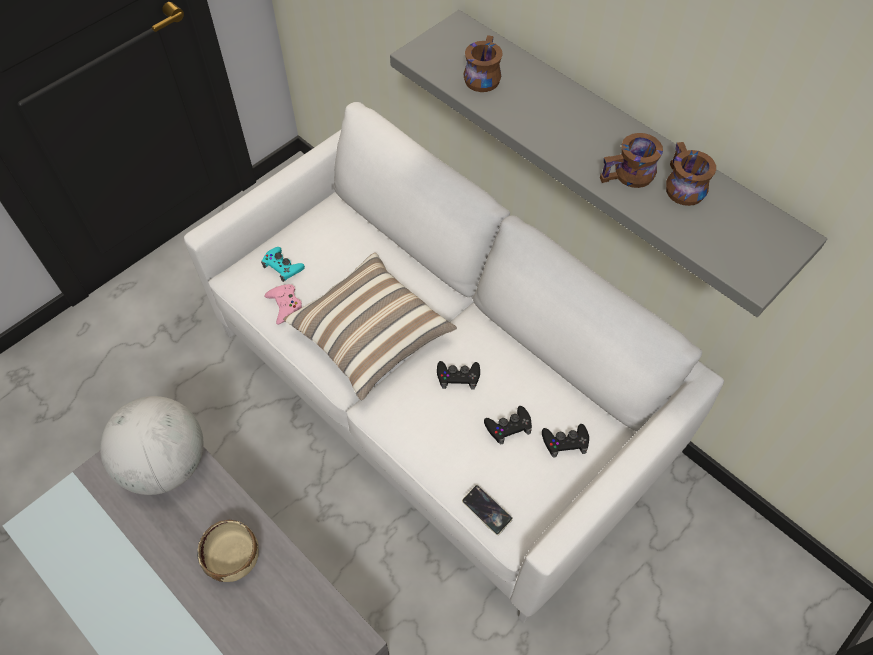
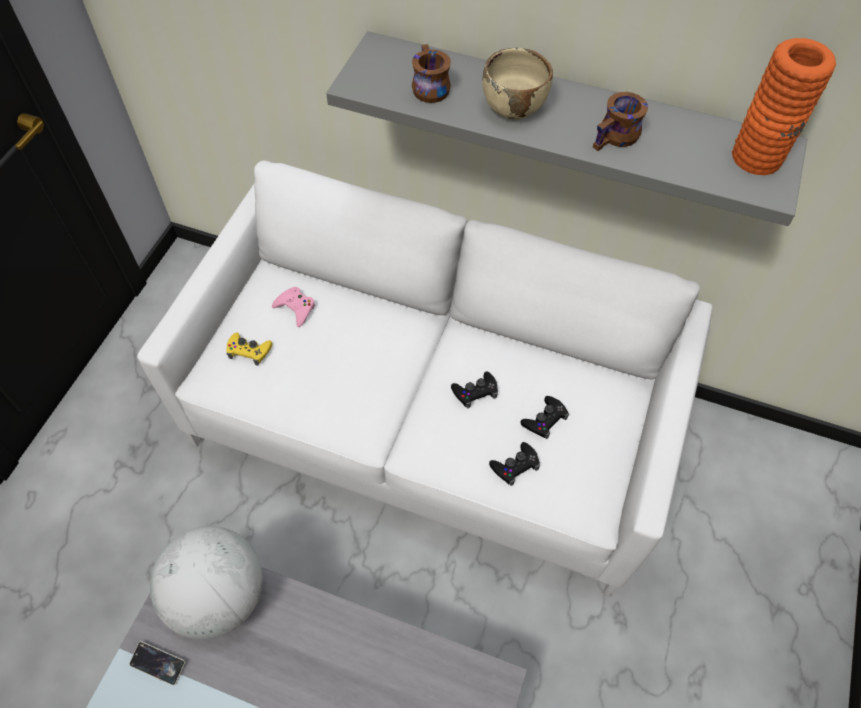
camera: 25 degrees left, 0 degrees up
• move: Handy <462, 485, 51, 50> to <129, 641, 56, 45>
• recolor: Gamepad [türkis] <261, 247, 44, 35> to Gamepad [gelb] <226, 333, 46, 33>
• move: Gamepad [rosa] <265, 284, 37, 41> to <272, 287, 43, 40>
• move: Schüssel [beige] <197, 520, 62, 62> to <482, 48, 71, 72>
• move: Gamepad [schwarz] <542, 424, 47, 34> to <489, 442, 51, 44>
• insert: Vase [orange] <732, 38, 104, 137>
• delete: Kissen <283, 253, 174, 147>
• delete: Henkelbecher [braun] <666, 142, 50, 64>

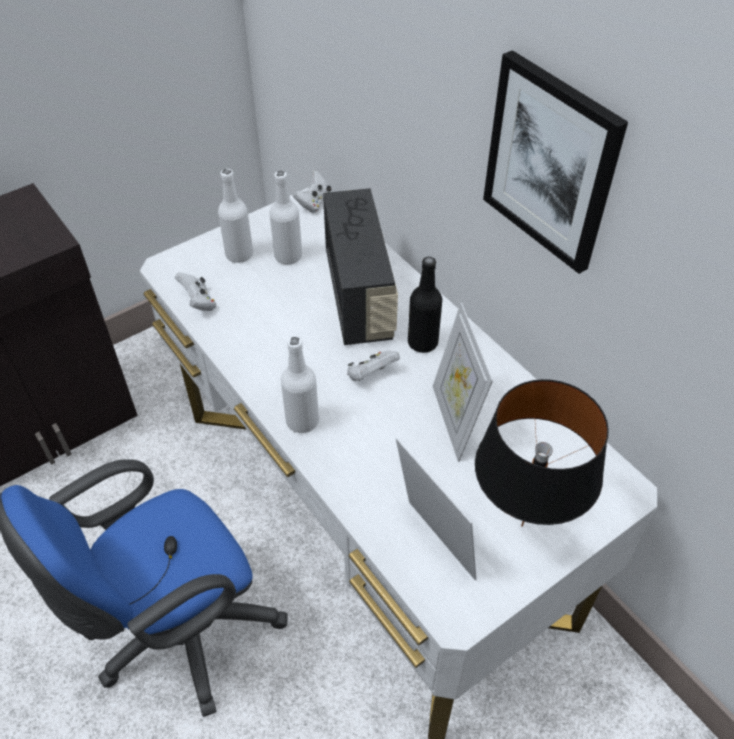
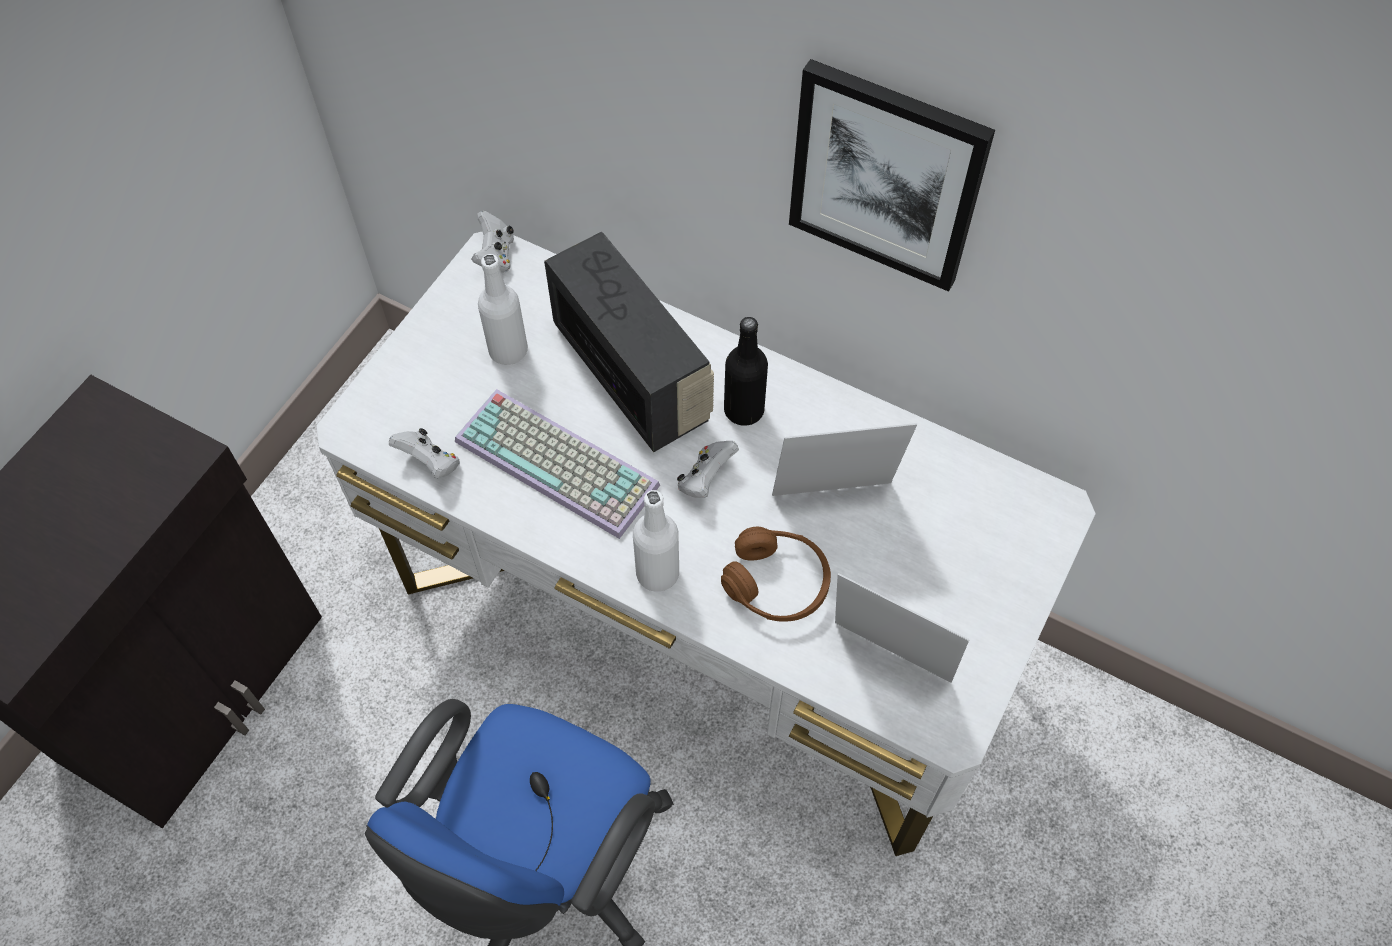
camera: 25 degrees left, 10 degrees up
• insert: Tastatur <455, 389, 205, 150>
• insert: Kopfhörer [braun] <721, 527, 110, 95>
• rotate: Bilderrahmen <433, 303, 60, 159> = <772, 423, 145, 73> 120 degrees clockwise
• delete: Flasche [weiß] <218, 169, 35, 94>
• delete: Tischlampe [schwarz] <475, 379, 134, 148>

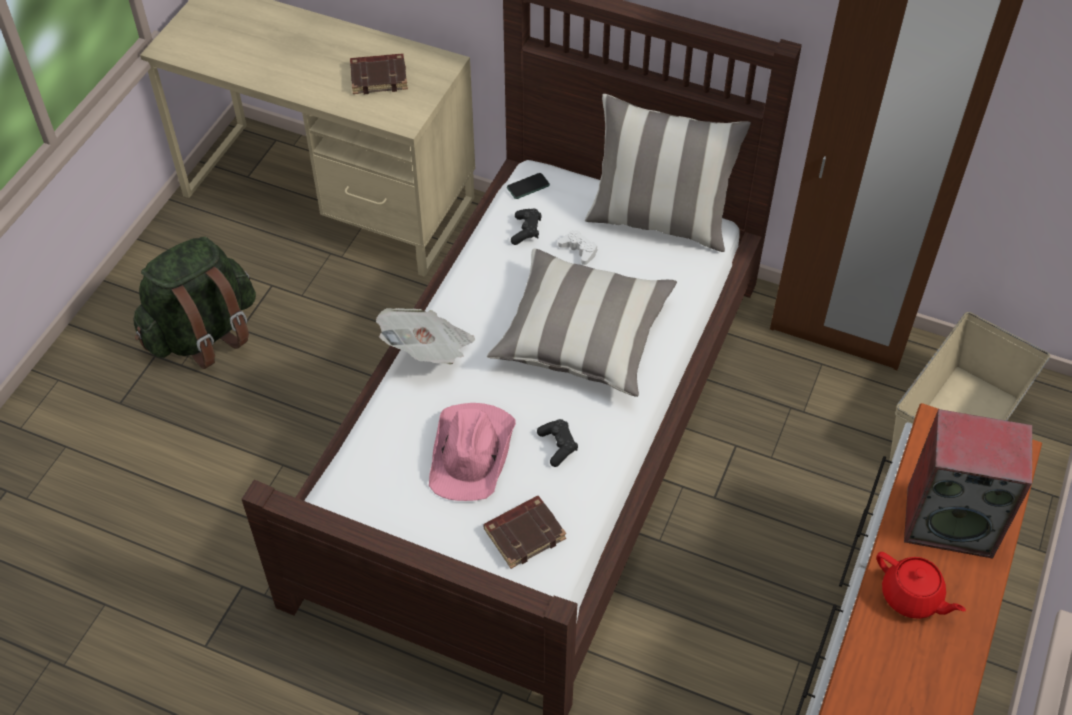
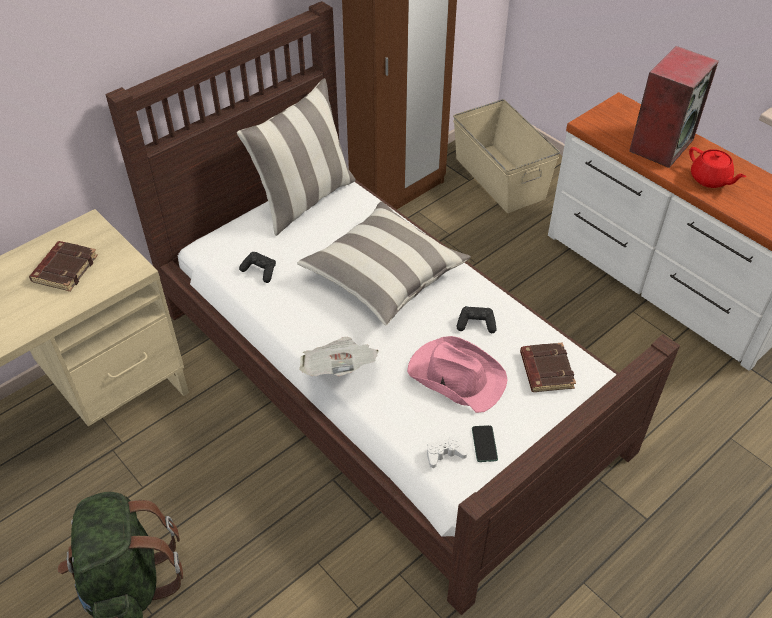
camera: 65 degrees left, 5 degrees down
• move: Gamepad [weiß] <558, 230, 39, 35> to <427, 435, 40, 33>
• move: Handy <507, 173, 43, 26> to <472, 425, 26, 37>
• rotate: Teekanne [rot] <876, 552, 90, 67> = <689, 147, 57, 41> 75 degrees clockwise

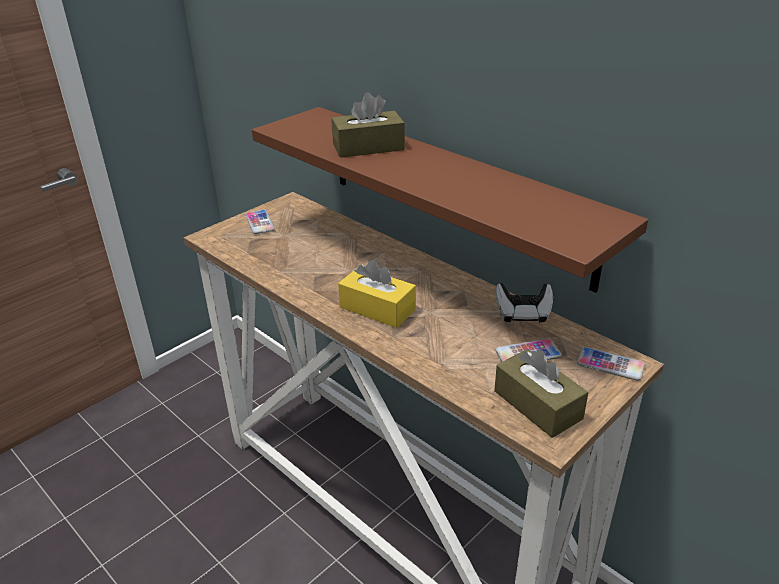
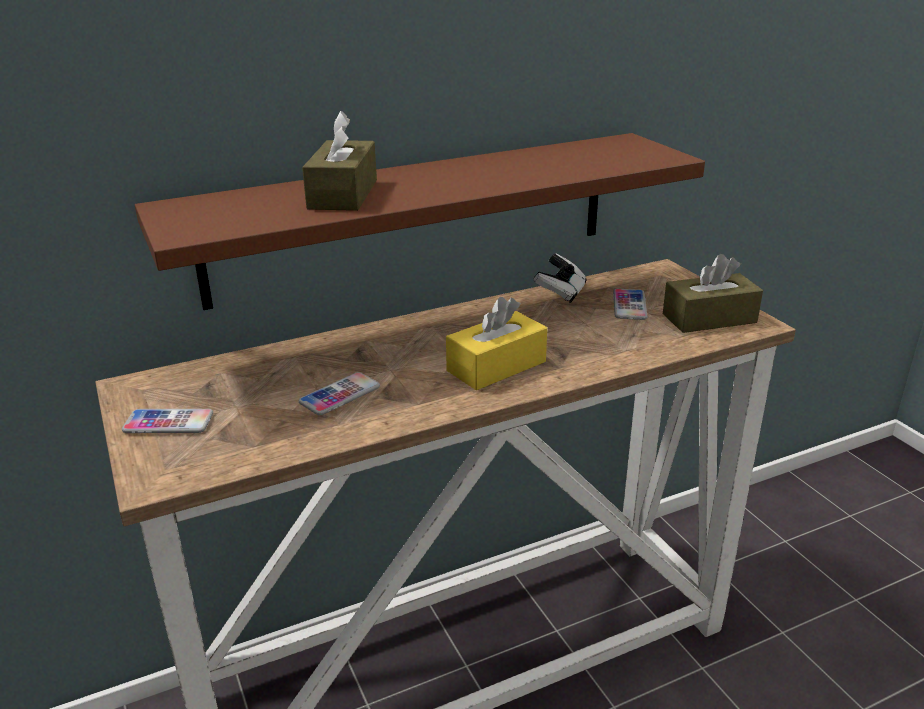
camera: 70 degrees left, 5 degrees down
• move: Handy <577, 347, 68, 34> to <299, 372, 81, 43>

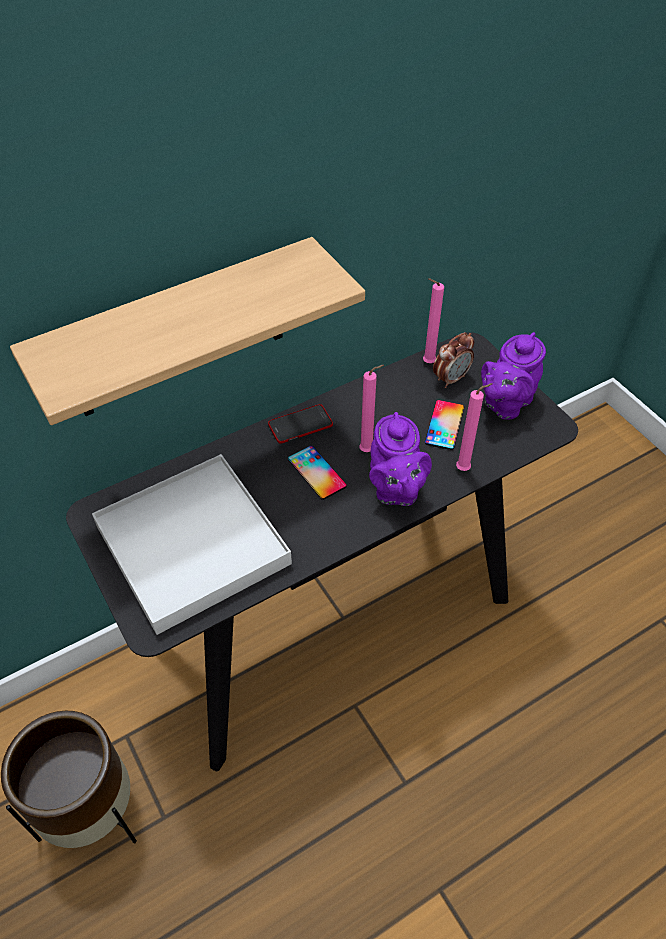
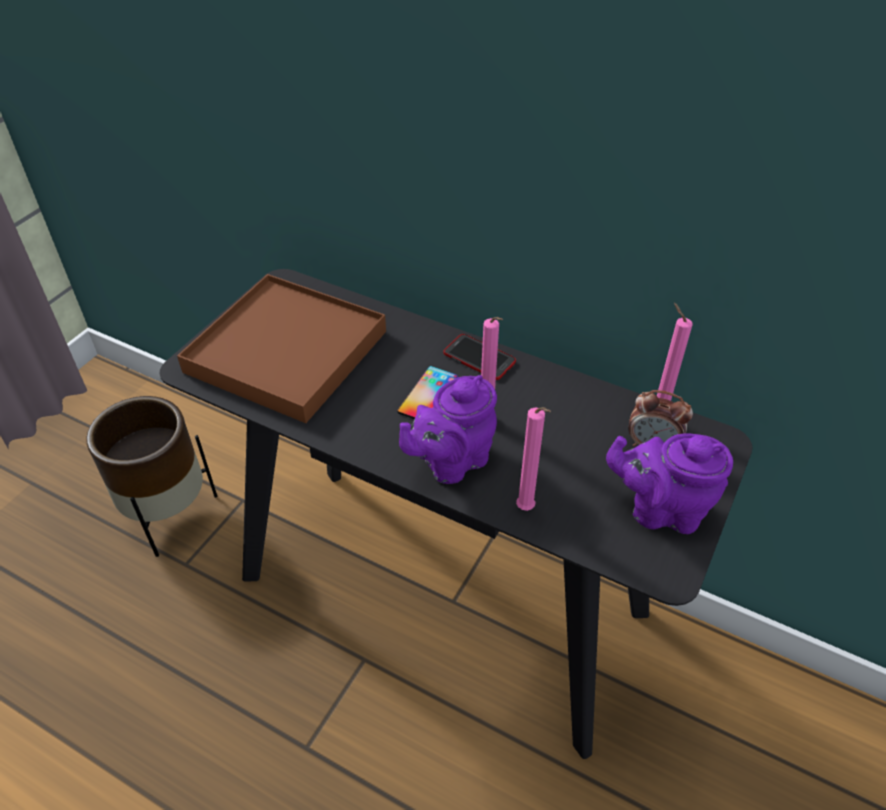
camera: 60 degrees right, 5 degrees down
• recolor: Tablett [weiß] <92, 454, 200, 181> to Tablett [braun] <177, 274, 209, 149>
• delete: Wandregal <10, 237, 355, 188>
• delete: Handy <425, 400, 39, 50>

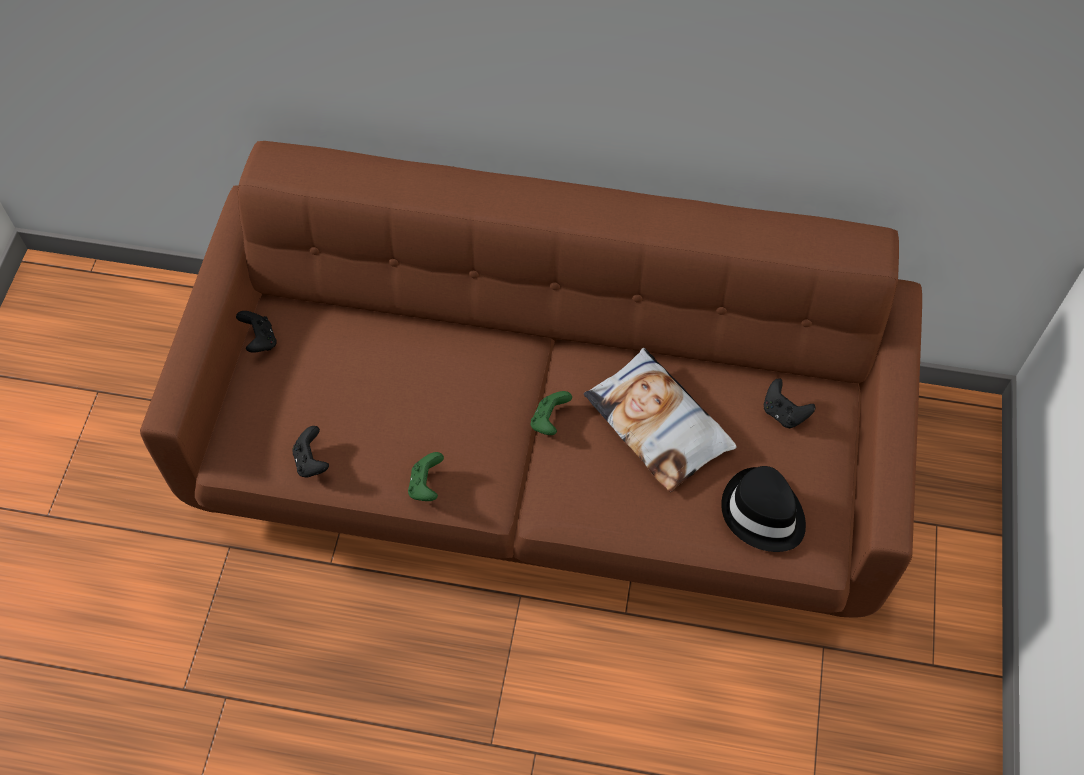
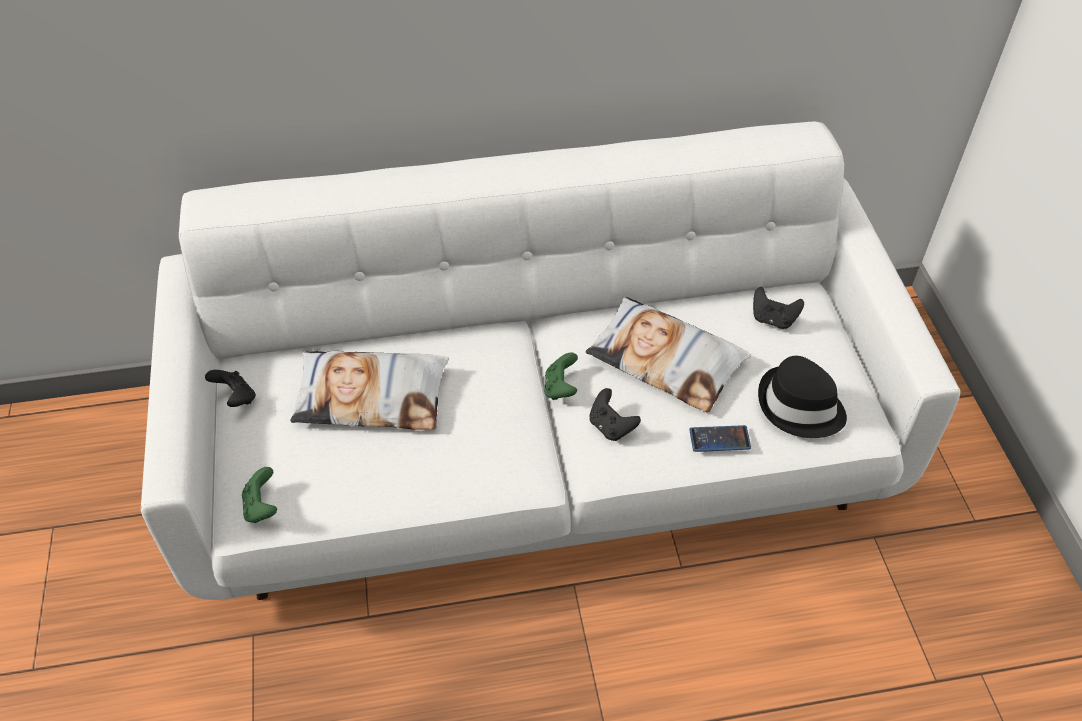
camera: 20 degrees left, 10 degrees down
• recolor: Sofa [braun] <140, 141, 782, 476> to Sofa [weiß] <141, 121, 820, 479>
• move: Gamepad [grün] <408, 452, 36, 49> to <242, 467, 35, 56>
• insert: Kissen <290, 351, 159, 79>
• move: Gamepad [schwarz] <292, 426, 37, 51> to <589, 388, 52, 53>
• insert: Handy <689, 425, 62, 27>

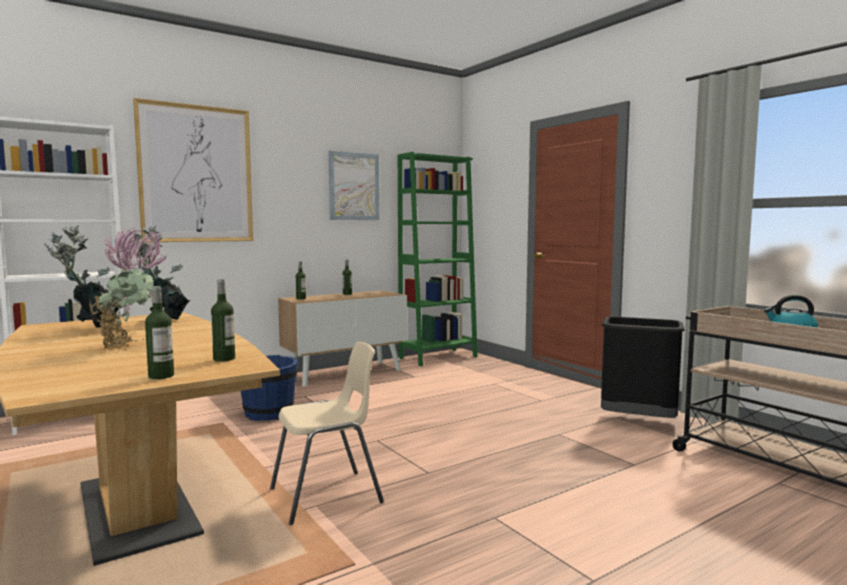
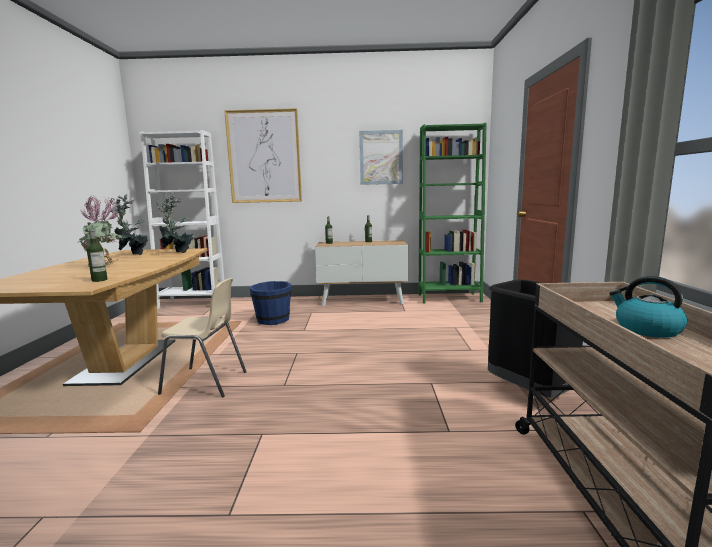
camera: 35 degrees right, 5 degrees up
• delete: Flasche <145, 286, 29, 93>

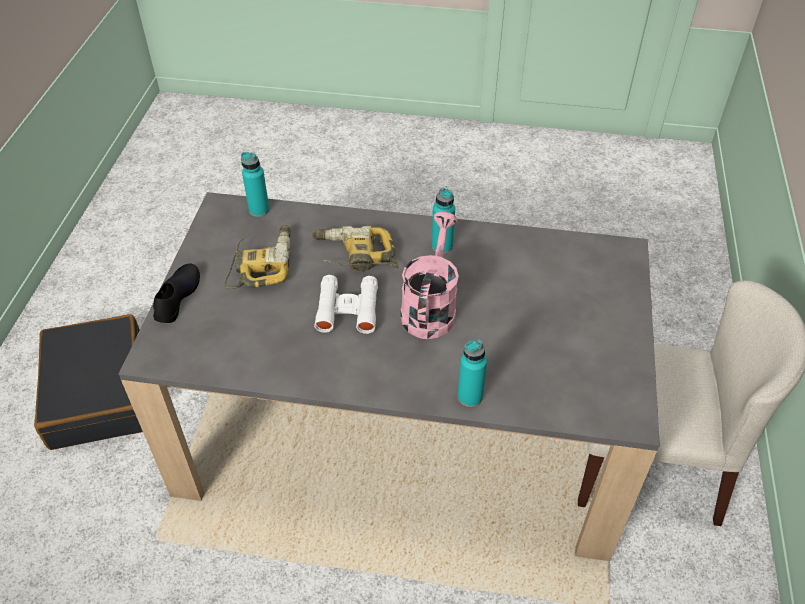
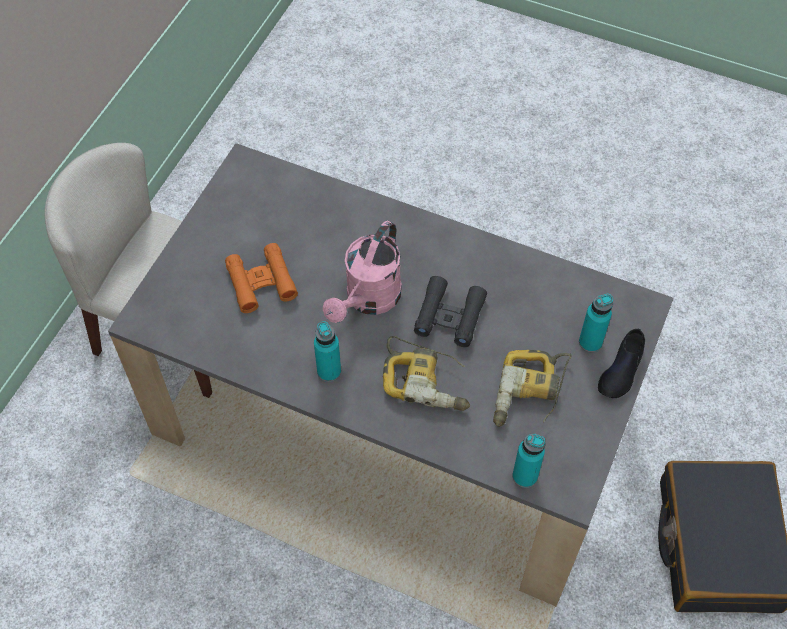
camera: 165 degrees left, 10 degrees up
• insert: Fernglas [orange] <225, 243, 73, 70>
• recolor: Fernglas [weiß] <314, 275, 64, 59> to Fernglas [schwarz] <414, 276, 73, 71>
• move: Flasche [türkis] <458, 339, 29, 68> to <579, 294, 34, 58>

